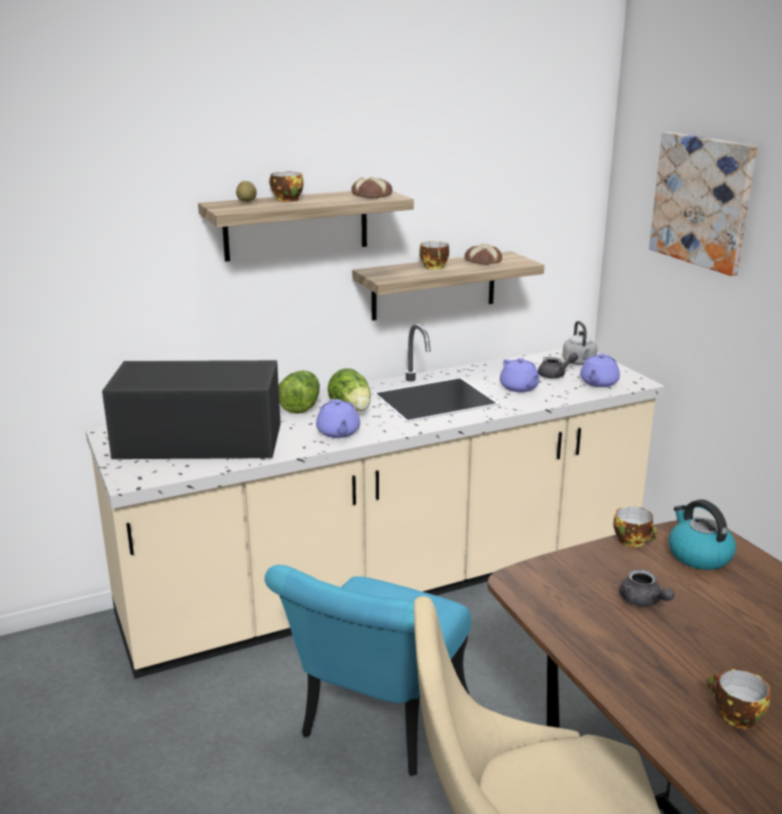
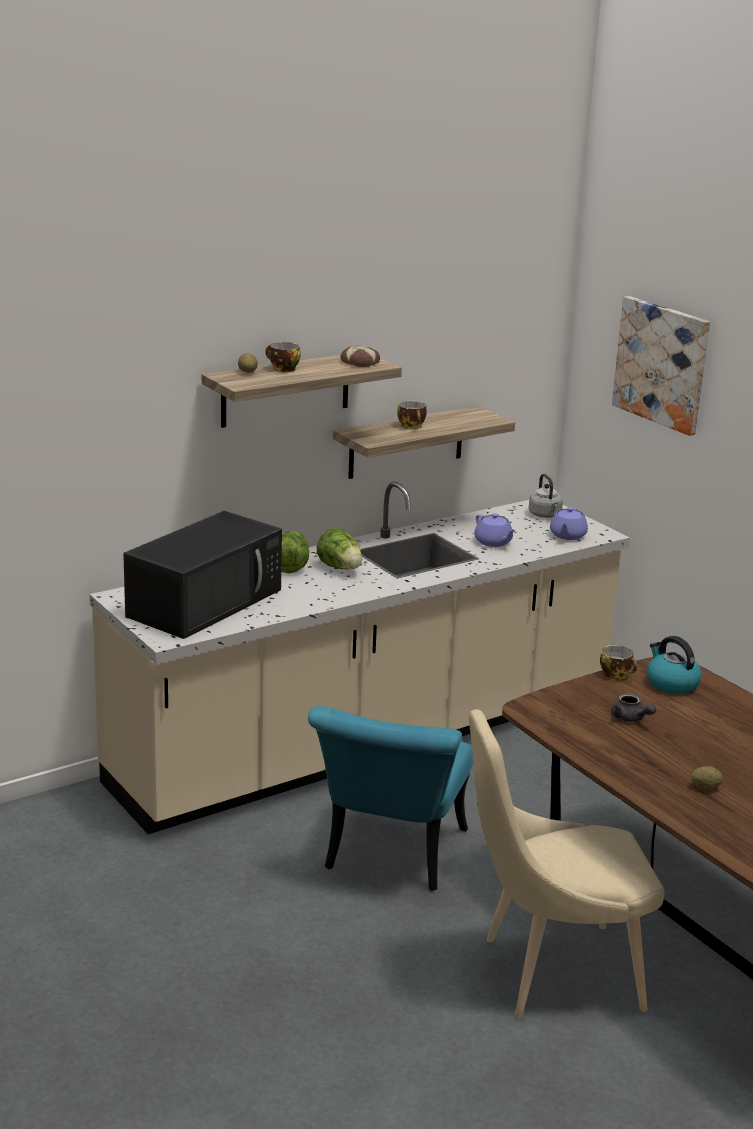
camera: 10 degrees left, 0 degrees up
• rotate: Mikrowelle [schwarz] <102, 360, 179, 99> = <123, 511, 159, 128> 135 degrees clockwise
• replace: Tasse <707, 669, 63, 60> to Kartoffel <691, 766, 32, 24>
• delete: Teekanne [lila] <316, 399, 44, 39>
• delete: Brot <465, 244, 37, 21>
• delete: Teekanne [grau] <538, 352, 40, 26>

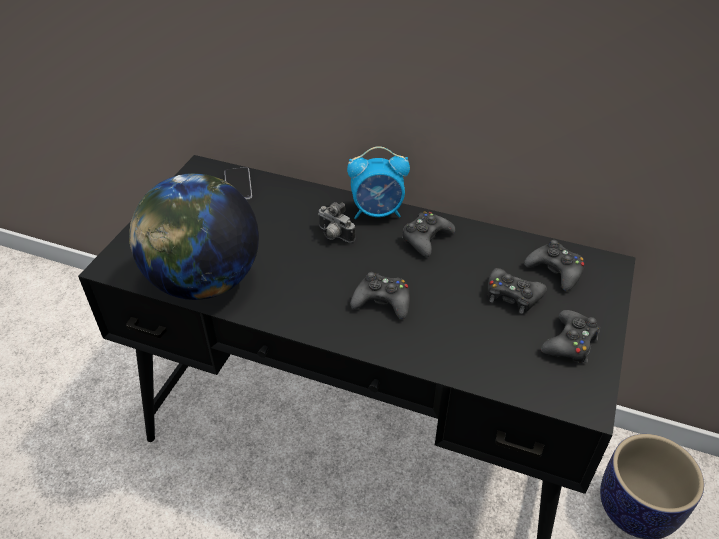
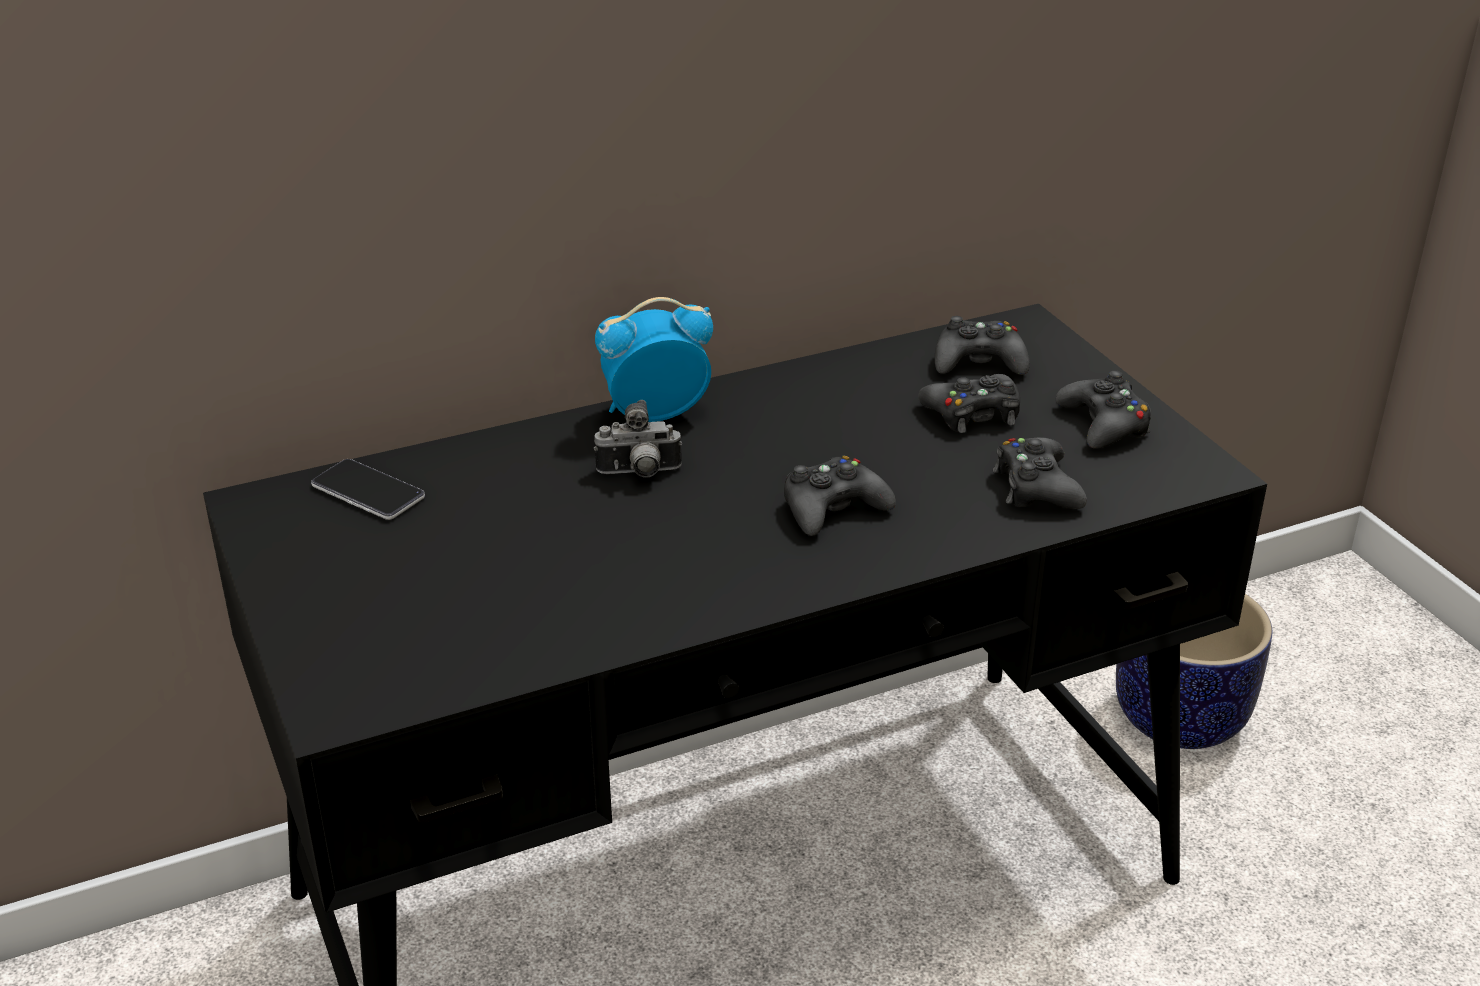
camera: 45 degrees left, 10 degrees down
• rotate: Wecker <347, 146, 63, 73> = <595, 297, 118, 125> 150 degrees counterclockwise
• move: Gamepad [schwarz] <402, 211, 53, 46> to <993, 438, 94, 71>
• delete: Globus <129, 173, 130, 127>

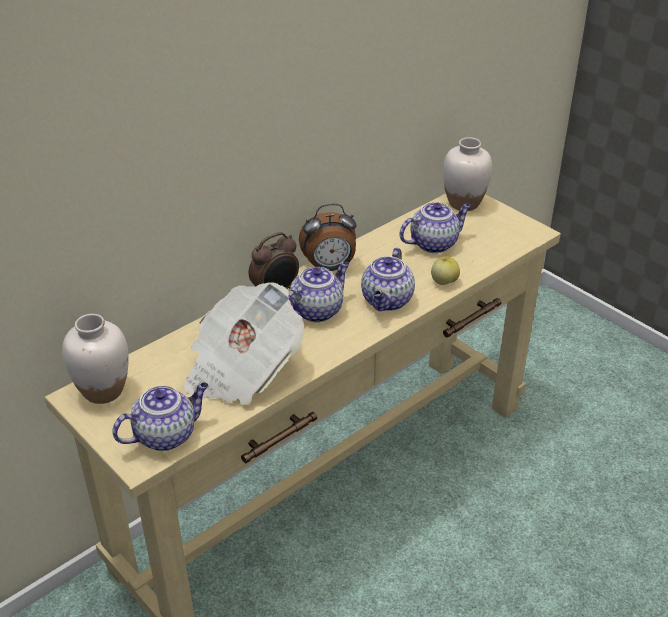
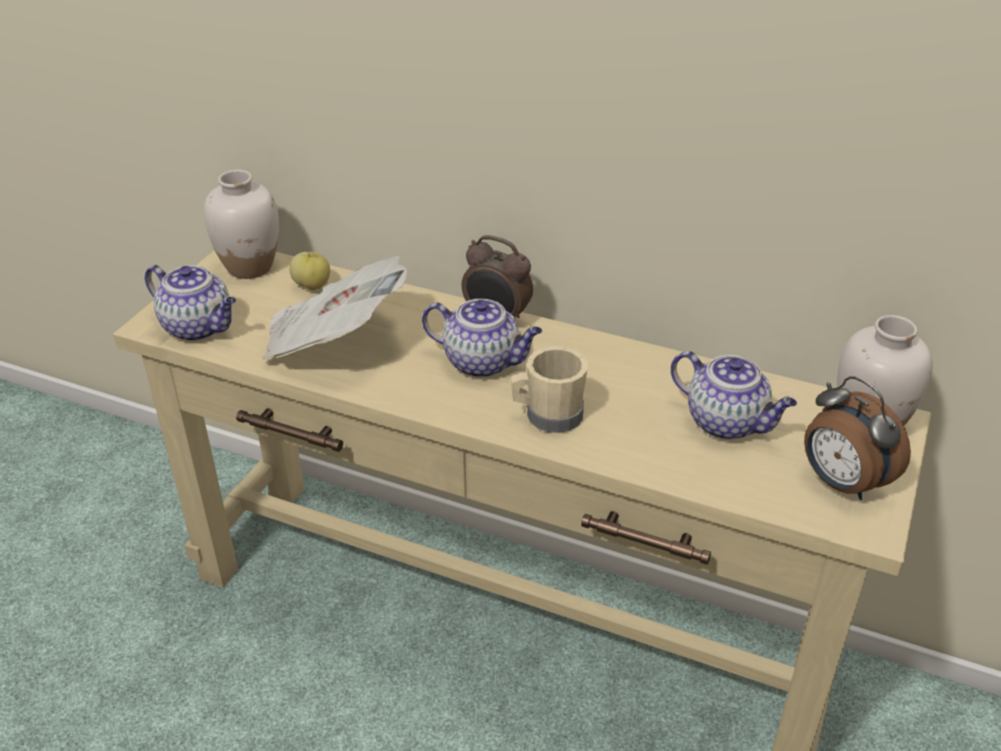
camera: 65 degrees right, 0 degrees up
• move: Apfel <431, 256, 29, 29> to <289, 252, 41, 38>
• replace: Teekanne <361, 247, 54, 64> to Henkelbecher [beige] <511, 346, 77, 87>
• move: Wecker <299, 204, 58, 67> to <804, 376, 107, 124>

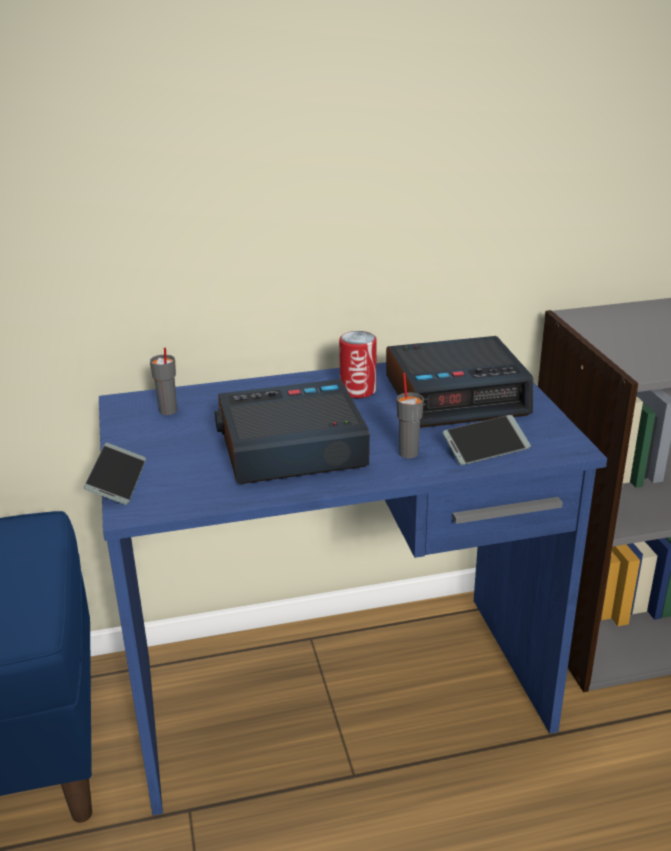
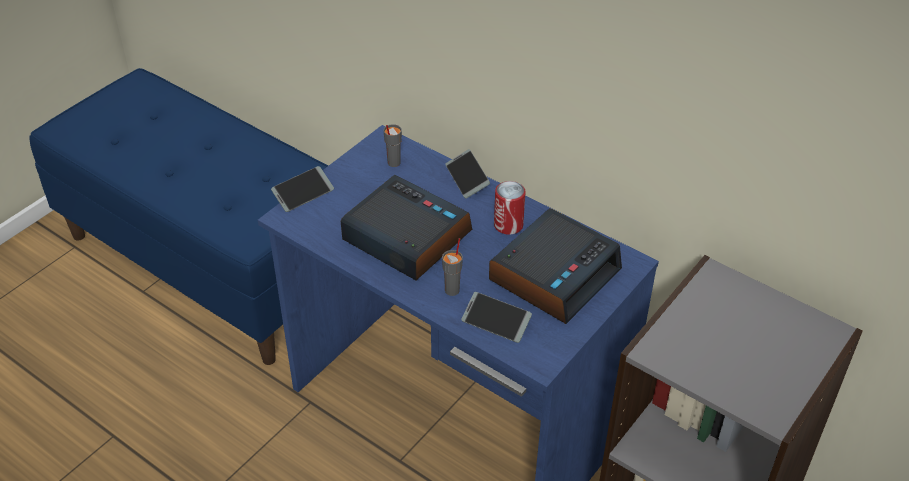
camera: 50 degrees right, 15 degrees up
• insert: Handy <446, 149, 44, 50>
• rotate: Wecker <386, 336, 147, 92> = <489, 208, 133, 116> 90 degrees counterclockwise

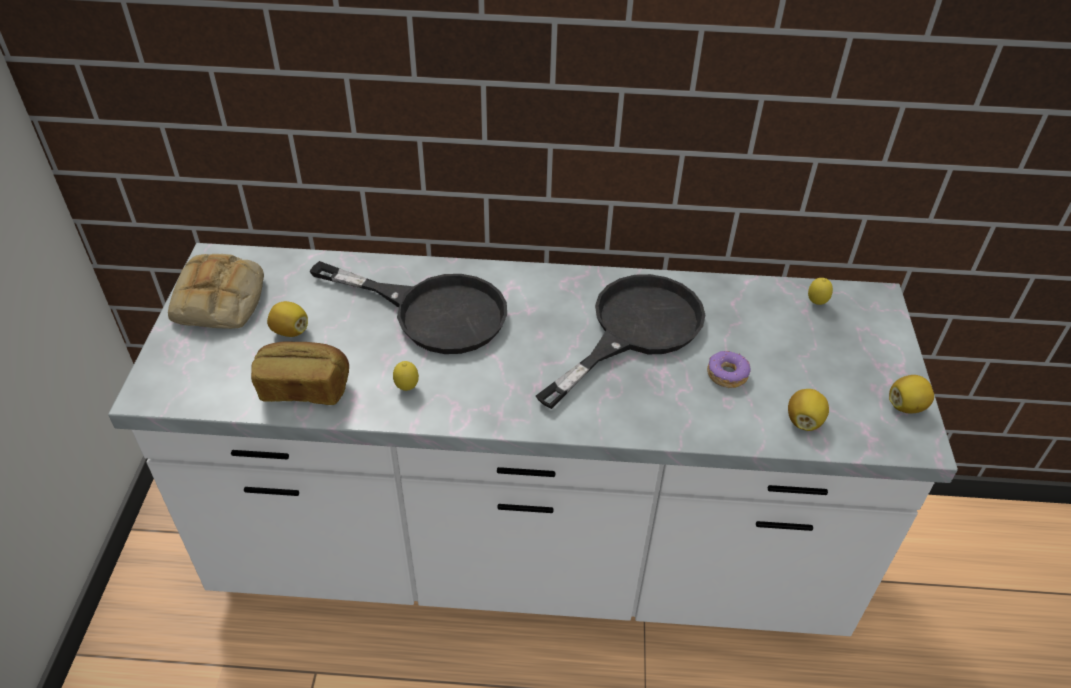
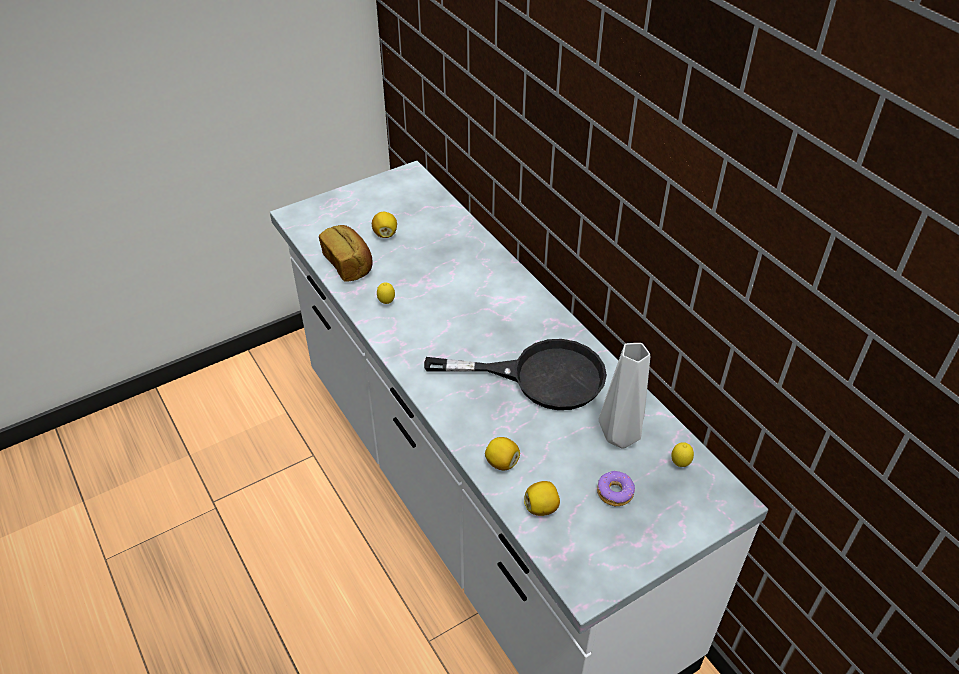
camera: 55 degrees right, 0 degrees up
• move: Zitrone <889, 375, 45, 39> to <485, 437, 35, 33>
• move: Donut <707, 351, 43, 37> to <597, 471, 38, 35>
• insert: Vase [grau] <599, 343, 51, 106>
• delete: Brot <168, 254, 96, 75>
• delete: Pfanne [schwarz] <310, 261, 197, 93>

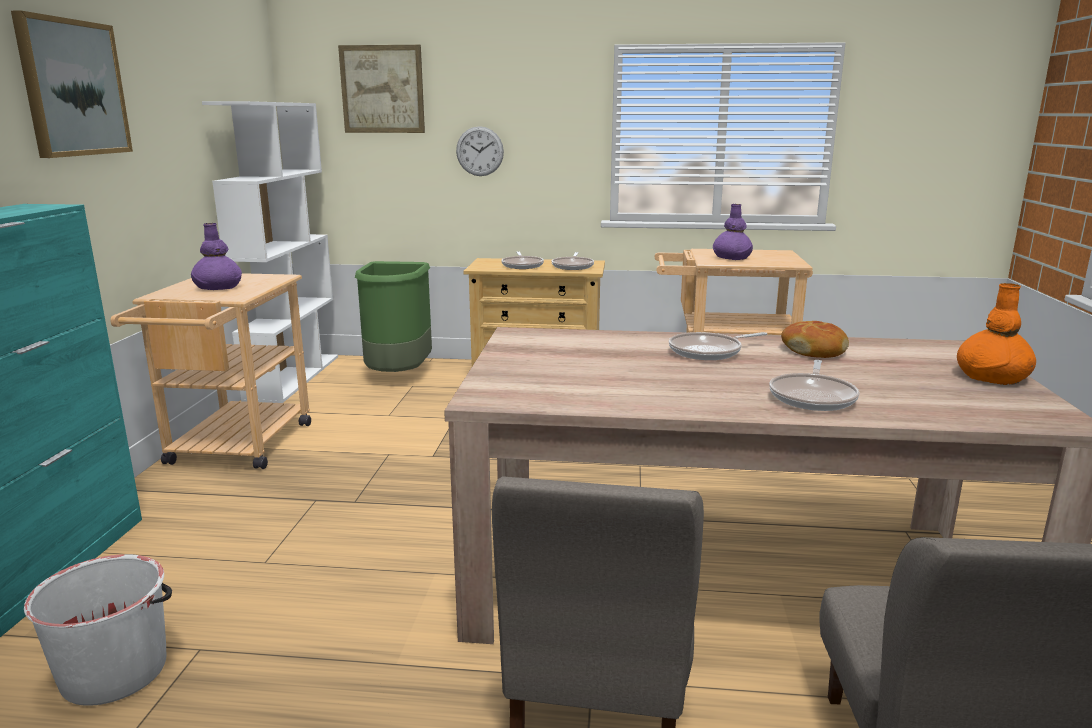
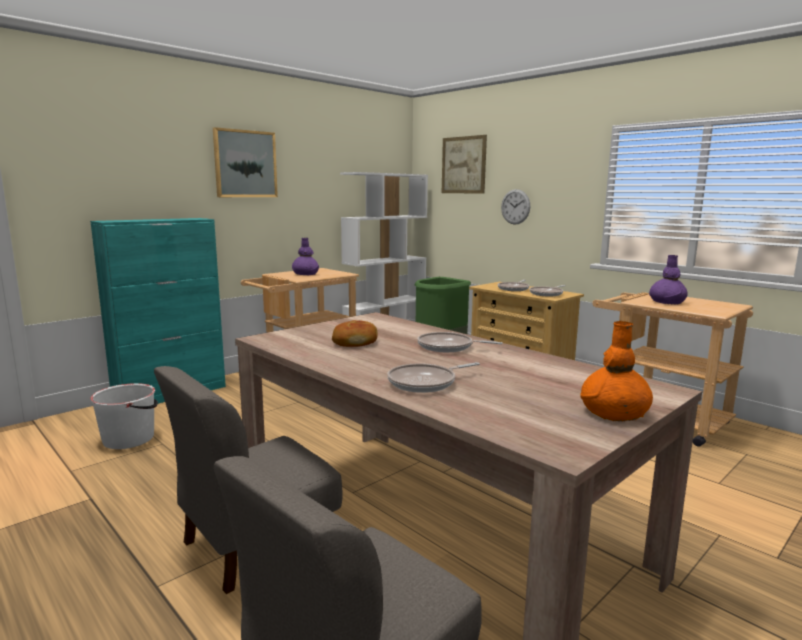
camera: 40 degrees right, 5 degrees down
• move: Brot <781, 321, 68, 37> to <332, 320, 46, 27>

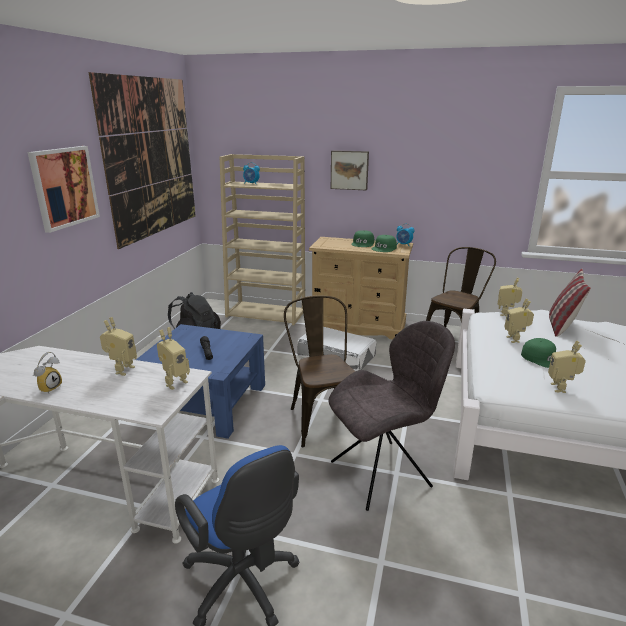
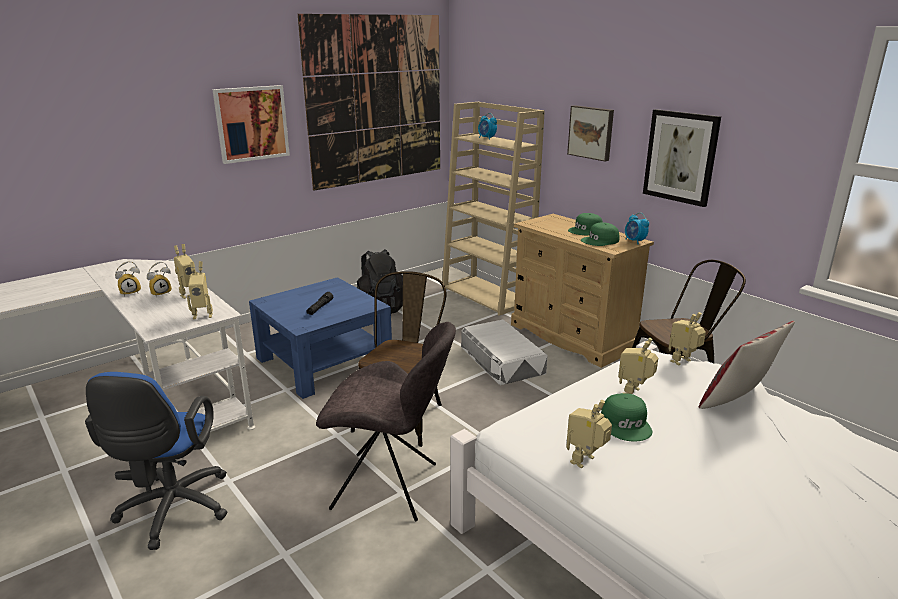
camera: 35 degrees right, 0 degrees up
• insert: Wecker <147, 262, 25, 35>
• insert: Bild <643, 109, 78, 98>

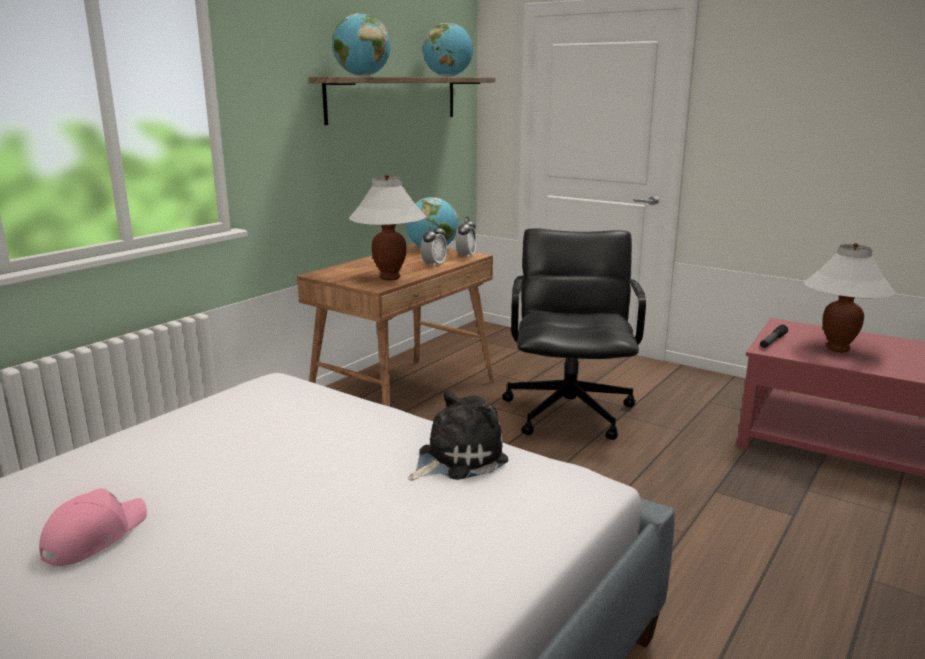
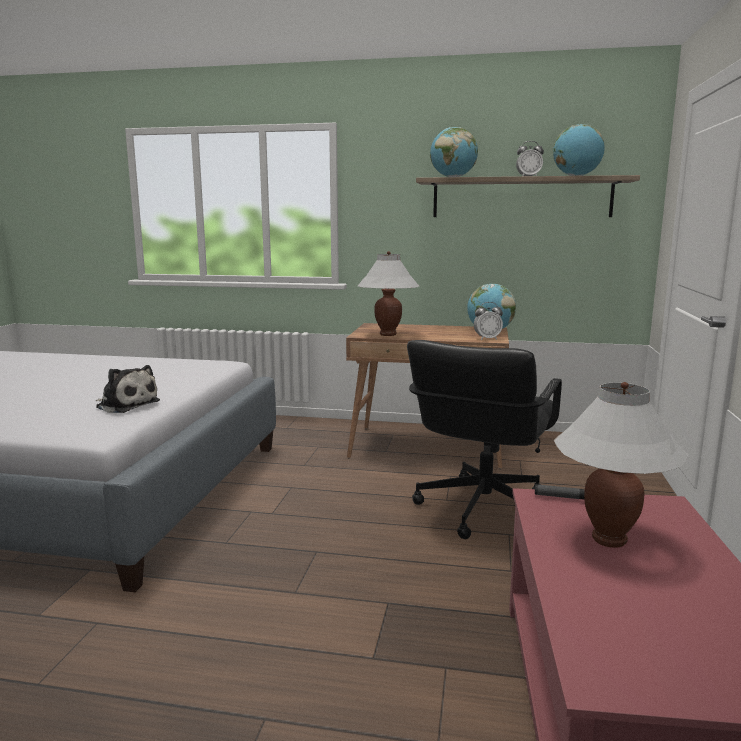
camera: 65 degrees right, 5 degrees down
• rotate: Bürostuhl [schwarz] <502, 228, 144, 212> = <407, 340, 155, 199> 135 degrees clockwise
• move: Wecker <421, 223, 26, 44> to <516, 141, 28, 35>
• delete: Kappe [rosa] <39, 488, 108, 79>

